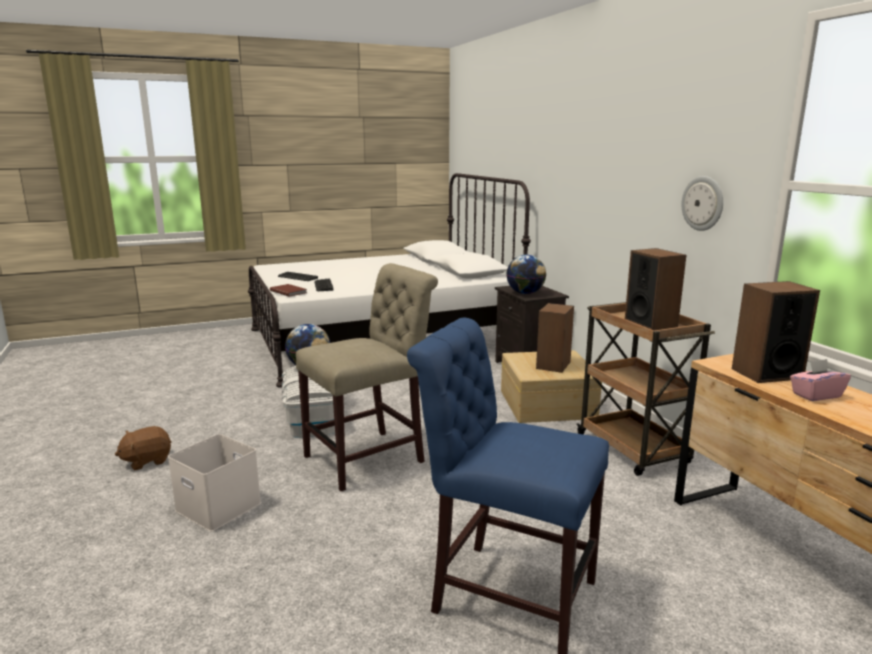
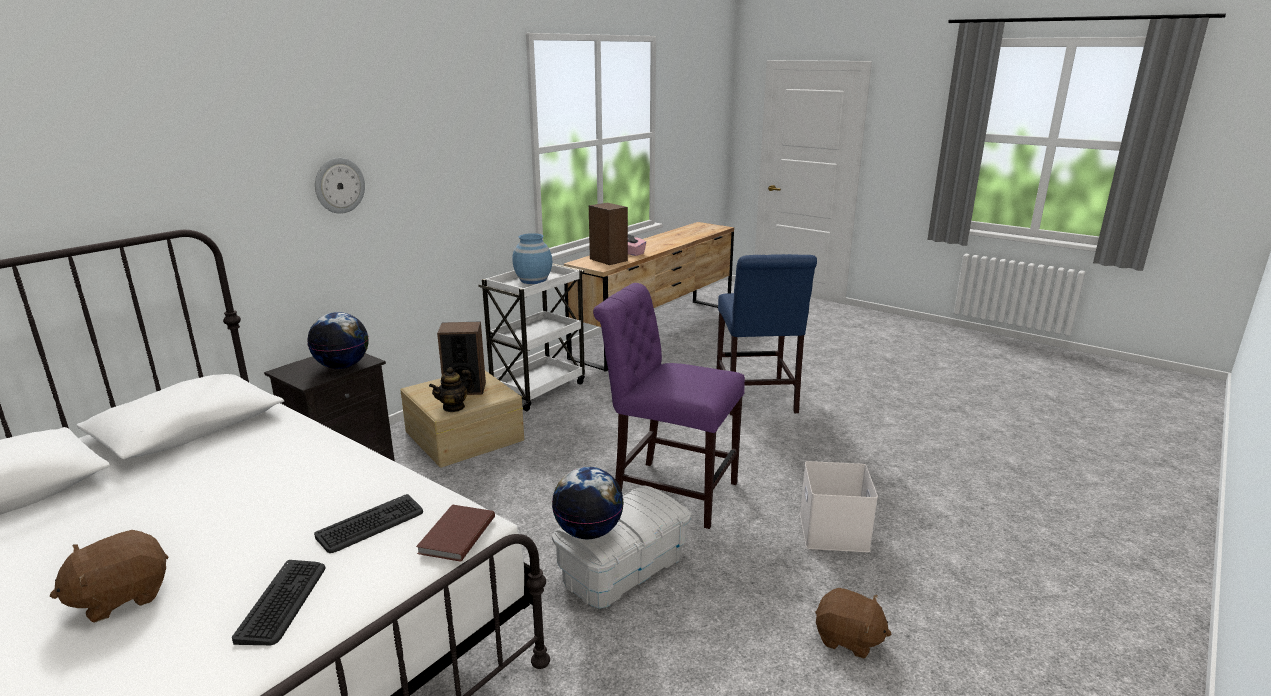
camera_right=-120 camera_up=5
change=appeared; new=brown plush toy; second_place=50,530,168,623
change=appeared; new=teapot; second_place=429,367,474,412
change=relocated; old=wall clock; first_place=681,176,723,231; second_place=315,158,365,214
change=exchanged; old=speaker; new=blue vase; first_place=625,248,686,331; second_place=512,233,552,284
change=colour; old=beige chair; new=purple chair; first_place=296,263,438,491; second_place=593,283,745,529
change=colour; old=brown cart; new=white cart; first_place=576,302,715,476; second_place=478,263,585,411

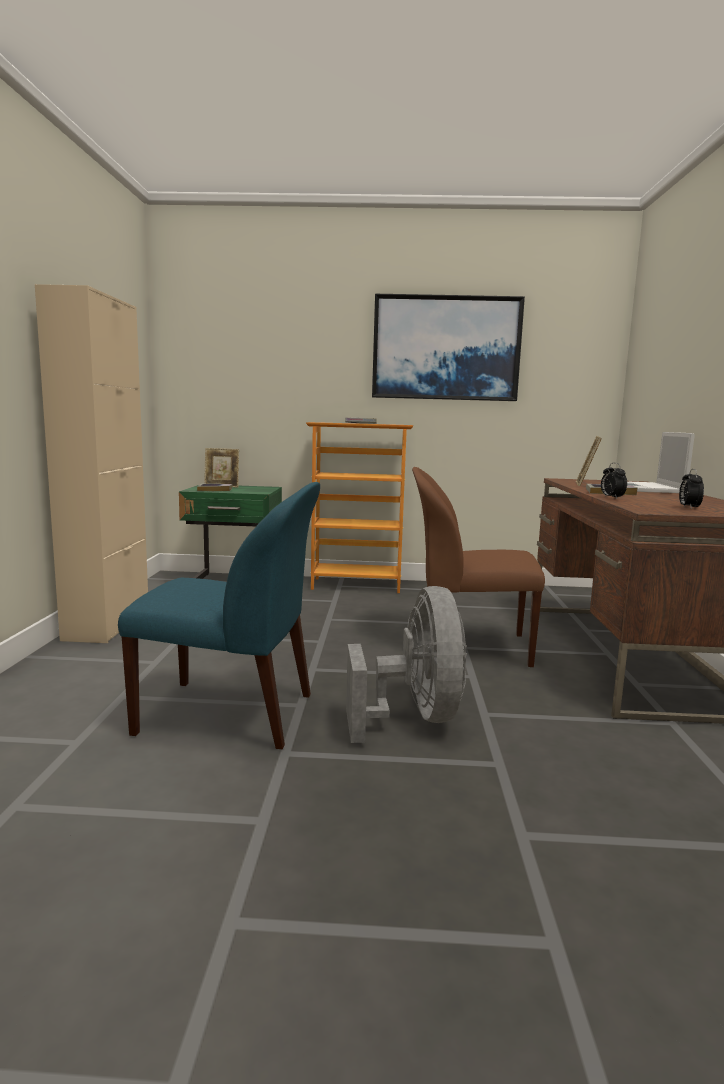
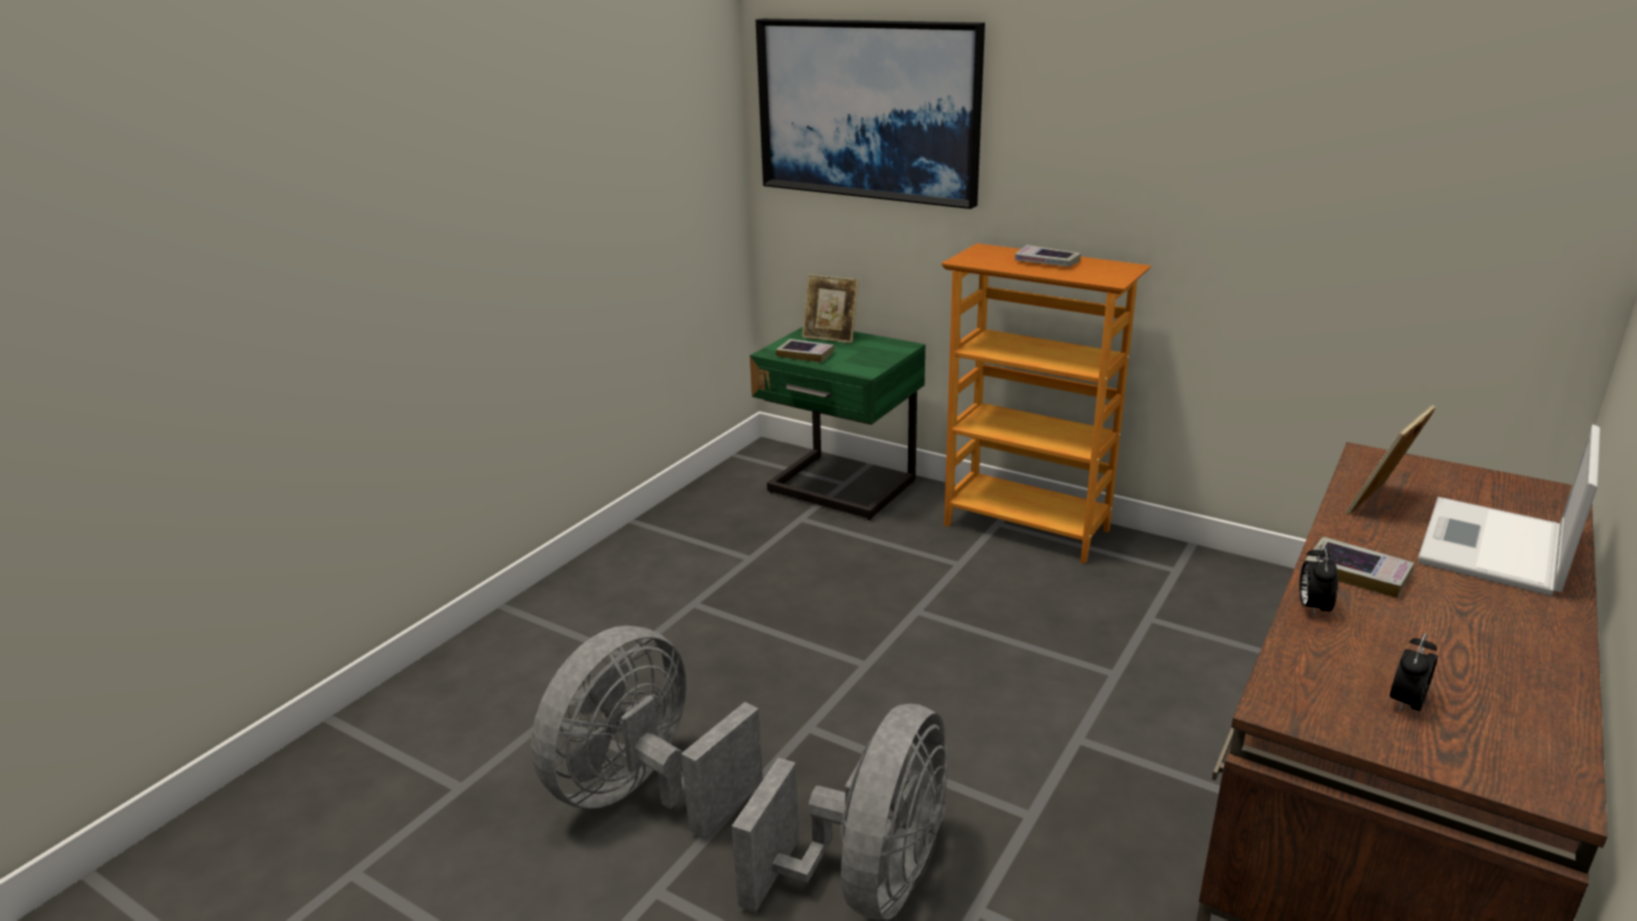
camera_right=30 camera_up=15
change=missing; old=beige cabinet; first_place=35,284,148,643
change=missing; old=brown chair; first_place=412,467,545,667
change=relocated; old=picture; first_place=372,294,525,401; second_place=756,18,985,209
change=exchanged; old=blue chair; new=grey fan; first_place=118,482,320,749; second_place=531,626,763,838

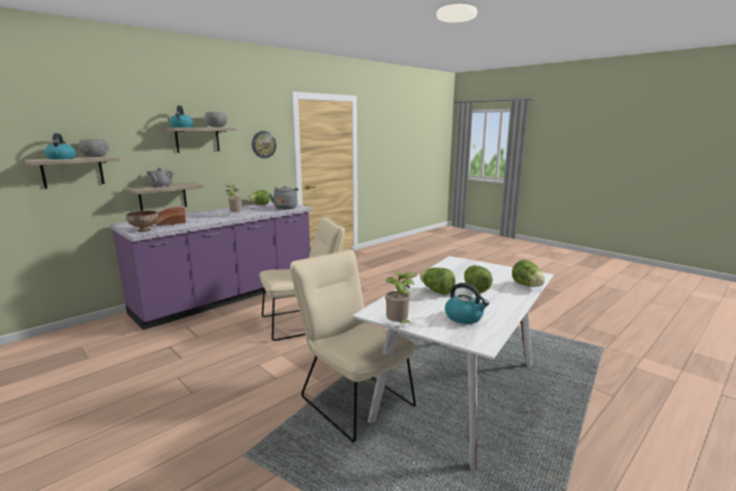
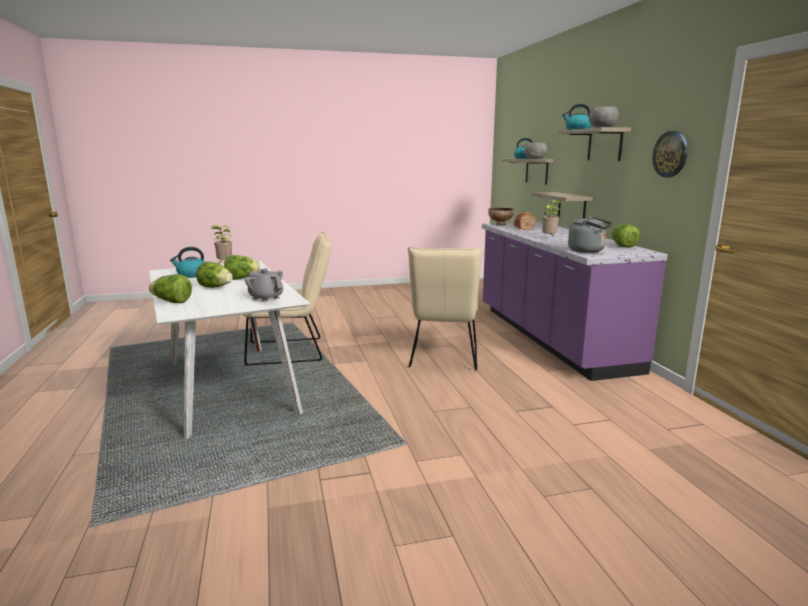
camera_right=120 camera_up=0
change=relocated; old=grey teapot; first_place=147,168,173,188; second_place=245,269,283,302

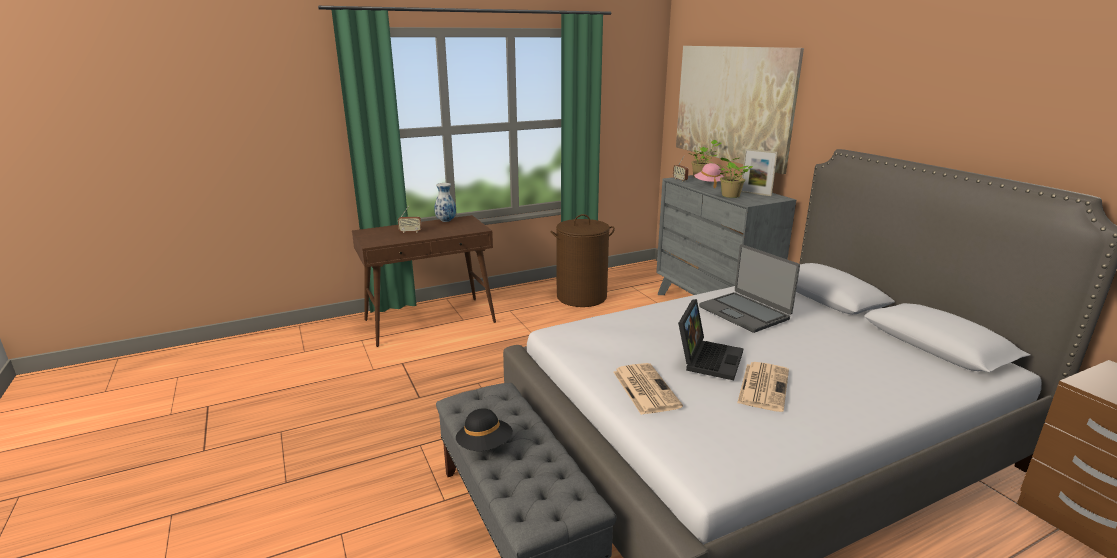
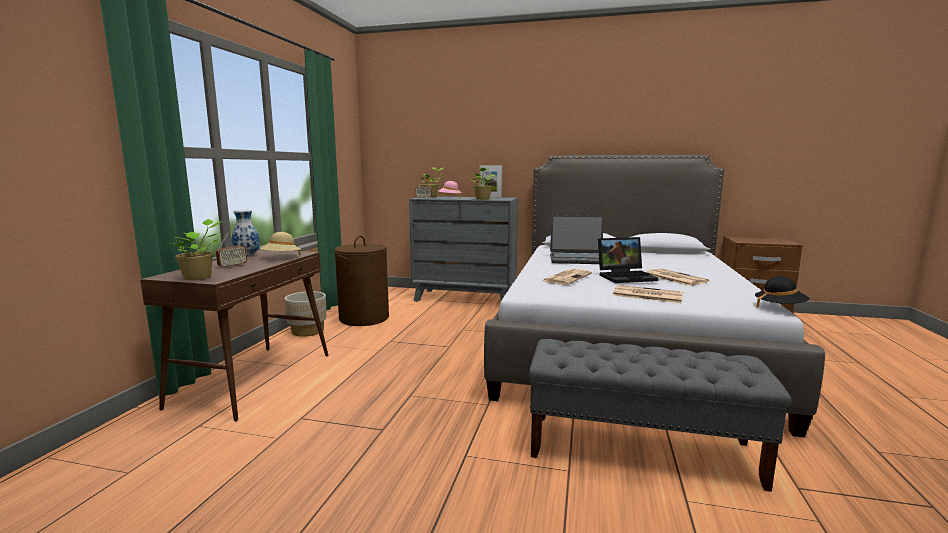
camera_right=-50 camera_up=-10
change=missing; old=picture; first_place=676,46,804,174
change=appeared; new=potted plant; second_place=165,219,222,280
change=appeared; new=beige hat; second_place=260,232,300,255
change=appeared; new=beige planter; second_place=285,291,326,337
change=appeared; new=newspaper; second_place=543,269,592,285
change=relocated; old=black hat; first_place=456,408,513,451; second_place=755,276,810,308
change=spun; old=laptop; first_place=678,299,743,380; second_place=598,237,659,283; degrees=105

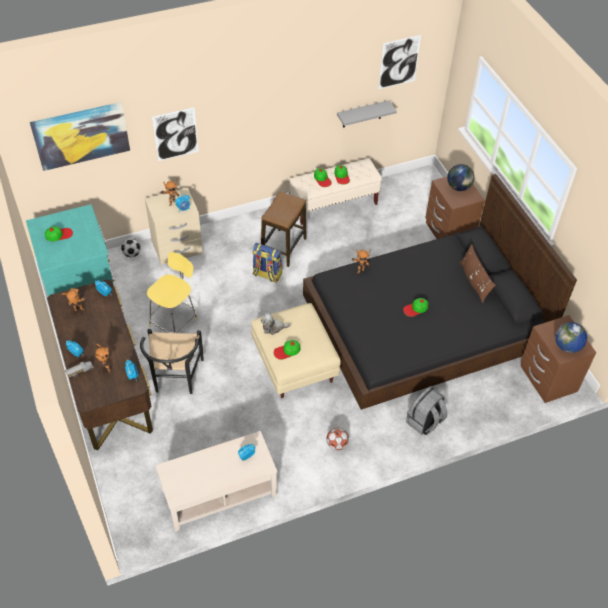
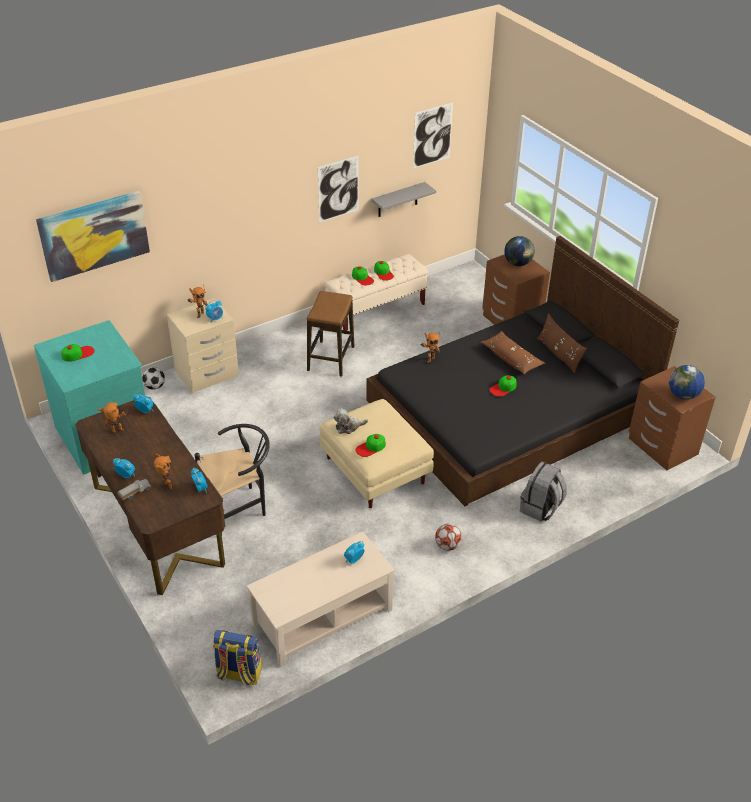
camera_right=-10 camera_up=-10
change=missing; old=yellow stool; first_place=147,252,198,333
change=appeared; new=brown pillow; second_place=480,331,545,374
change=relocated; old=picture; first_place=152,107,199,161; second_place=318,155,359,223
change=relocated; old=backpack; first_place=253,243,282,283; second_place=213,630,262,686
change=spun; old=black chair; first_place=140,329,203,394; second_place=195,424,270,534; degrees=-105

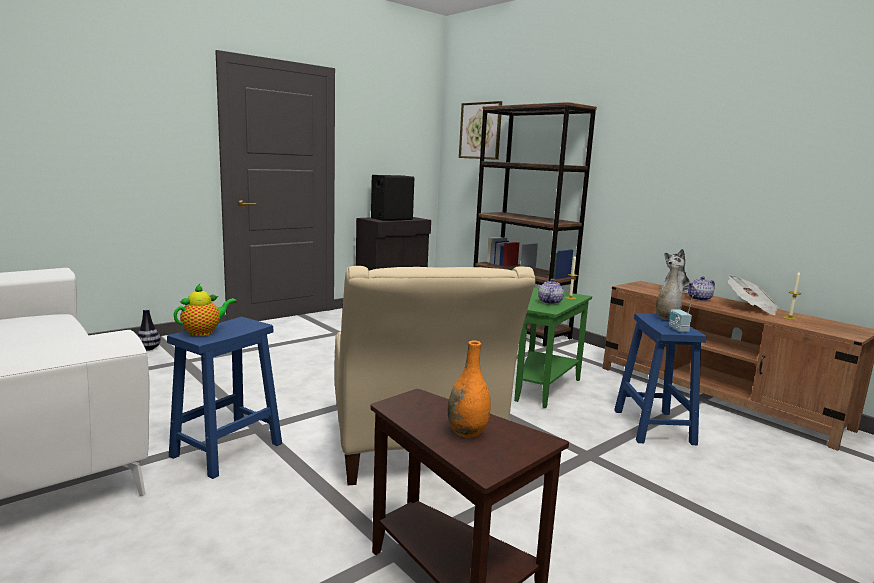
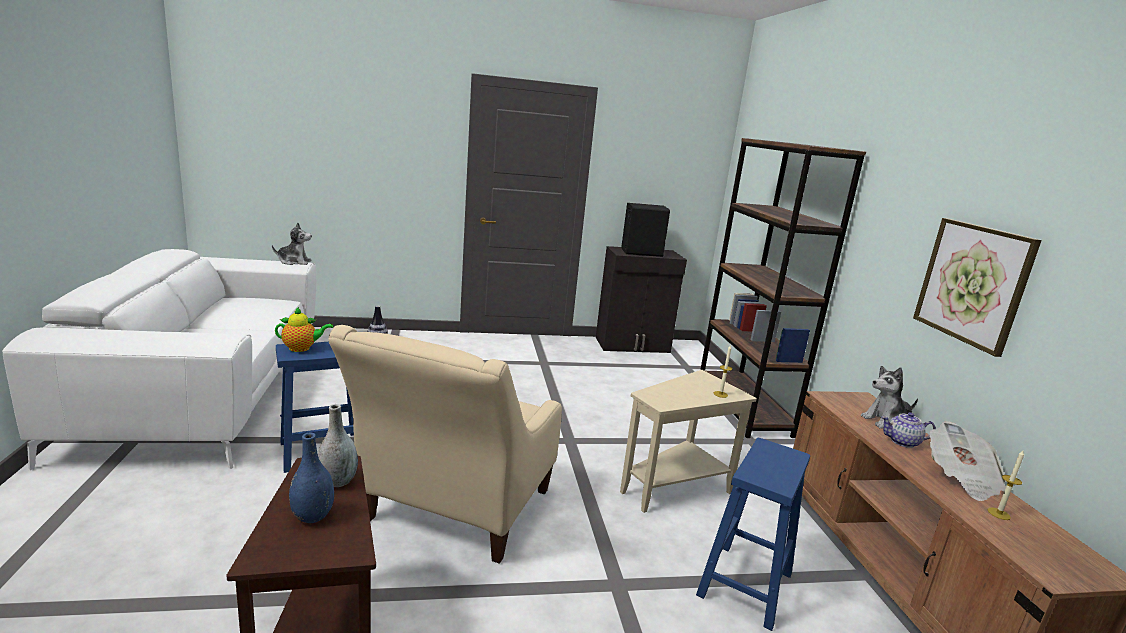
camera_right=30 camera_up=5
change=missing; old=teapot; first_place=538,279,564,305
change=missing; old=radio; first_place=669,295,693,332
change=appeared; new=plush toy; second_place=272,223,312,265
change=relocated; old=picture; first_place=459,101,502,160; second_place=913,218,1042,357
change=relocated; old=grey vase; first_place=656,265,682,320; second_place=318,404,358,487
change=colour; old=orange vase; new=blue vase; first_place=448,341,491,438; second_place=289,432,334,523
change=colour; old=green side table; new=beige side table; first_place=514,288,592,408; second_place=620,370,757,513

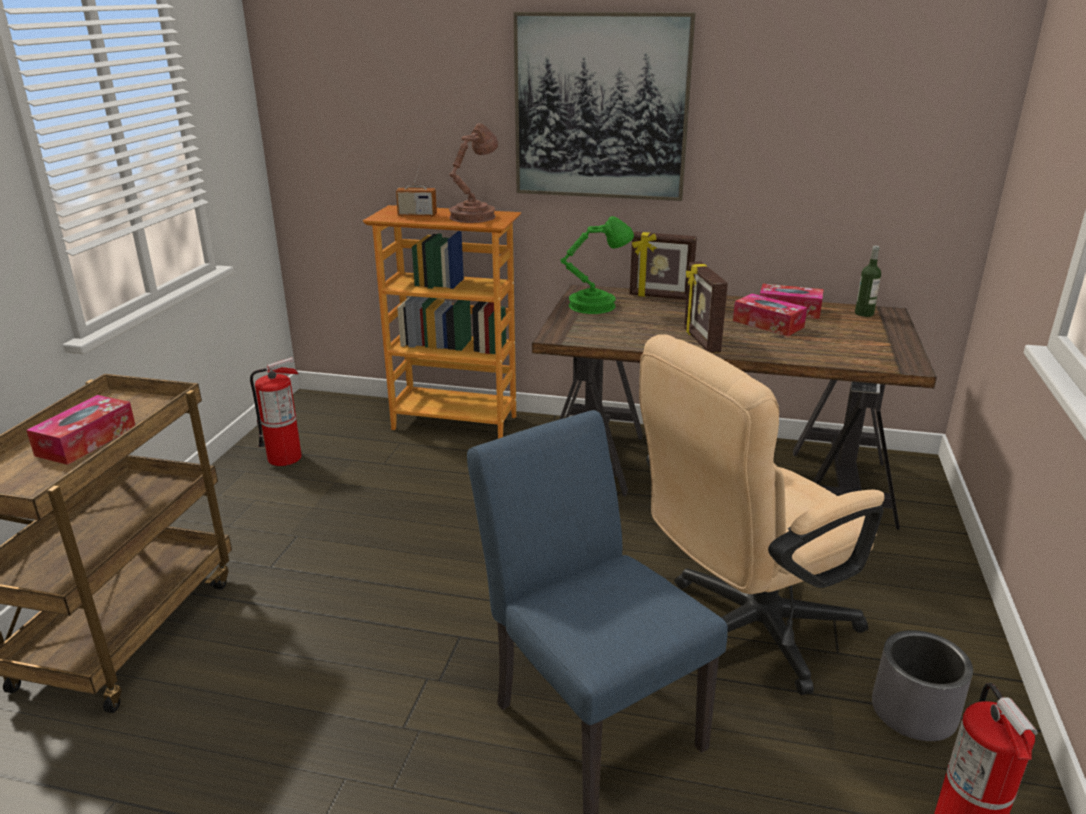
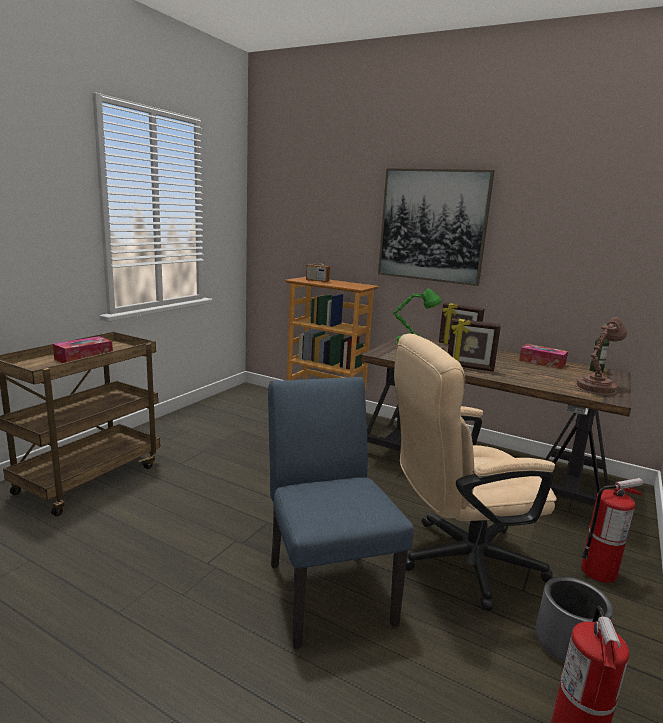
camera_right=15 camera_up=-10
change=missing; old=tissue box; first_place=733,294,807,336
change=relocated; old=fire extinguisher; first_place=250,357,302,466; second_place=581,478,643,583
change=relocated; old=brown table lamp; first_place=449,123,498,223; second_place=575,317,627,395
change=spun; old=picture frame; first_place=684,262,728,353; second_place=448,318,501,372; degrees=-75

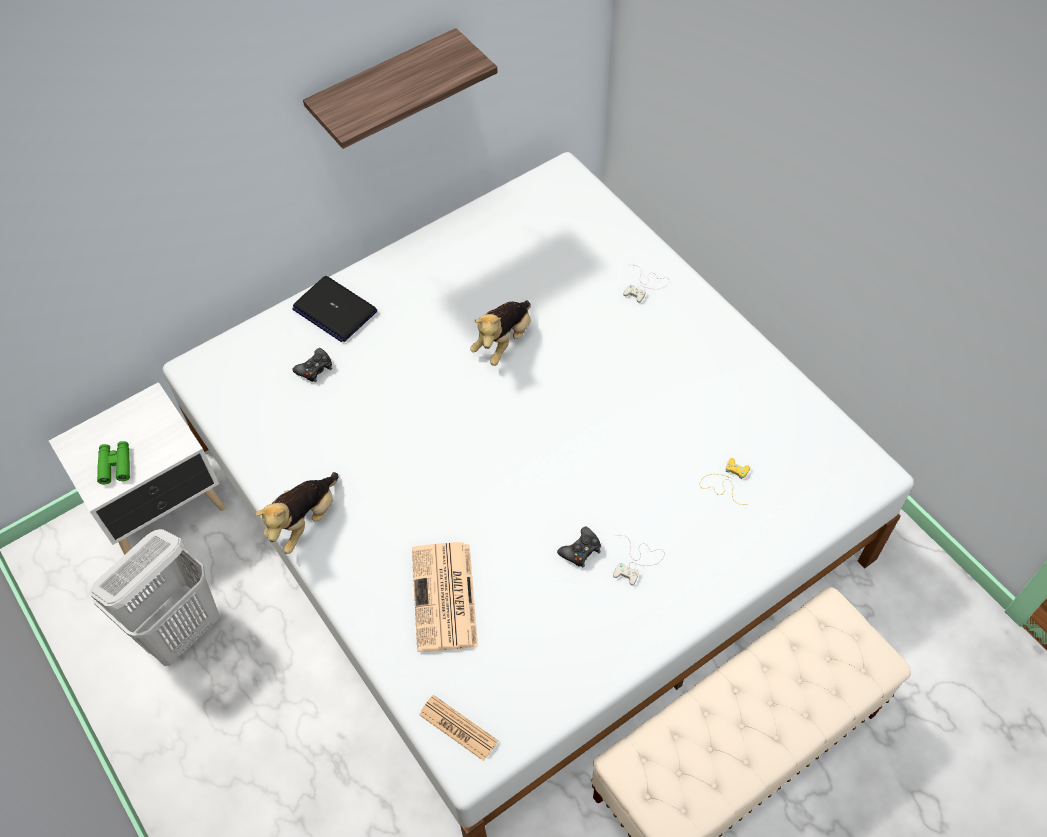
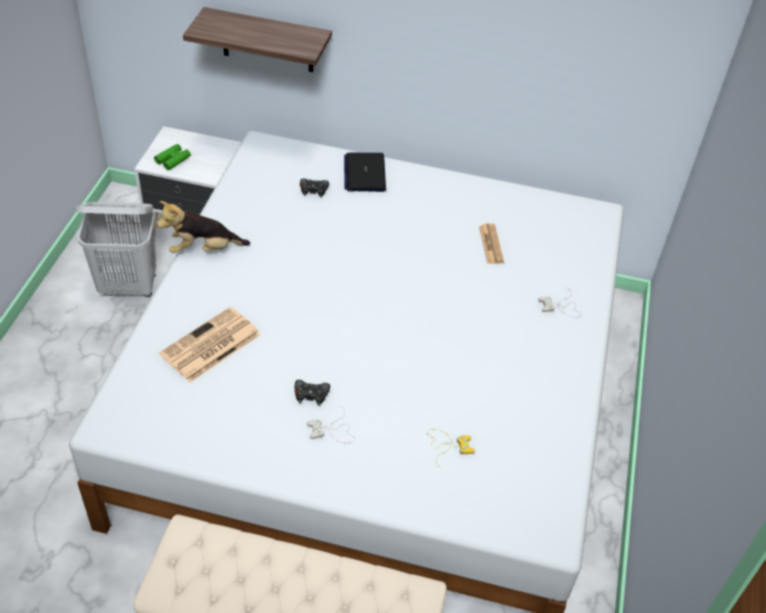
camera_right=45 camera_up=-10
change=missing; old=plush toy; first_place=470,300,531,366
change=relocated; old=shelf; first_place=303,28,498,149; second_place=183,7,332,72
change=relocated; old=newspaper; first_place=419,695,498,761; second_place=479,223,504,264

